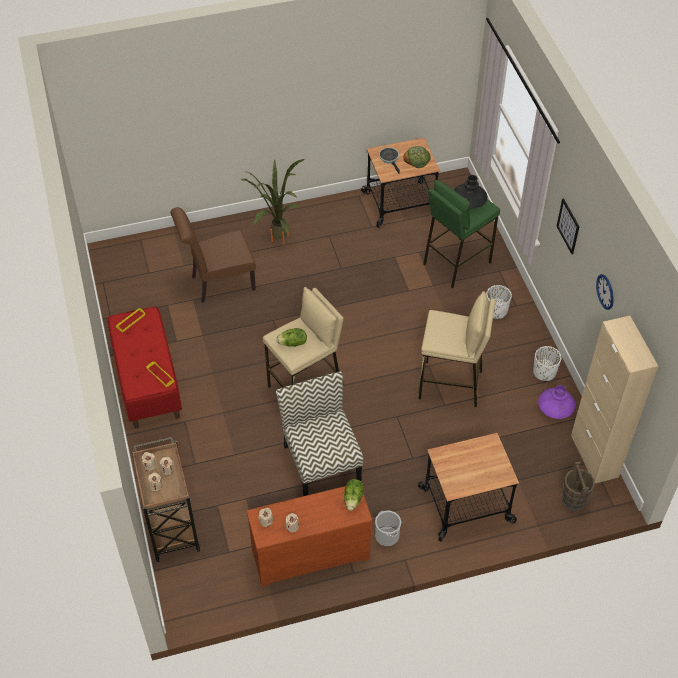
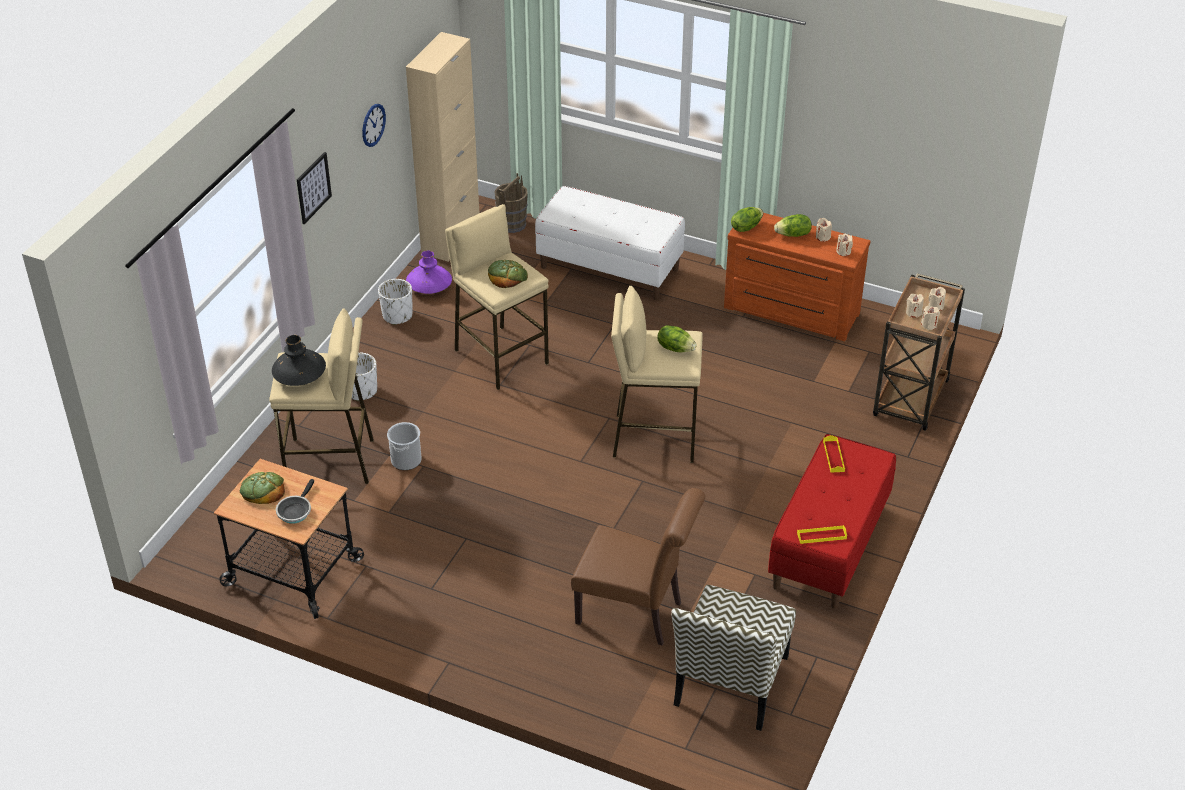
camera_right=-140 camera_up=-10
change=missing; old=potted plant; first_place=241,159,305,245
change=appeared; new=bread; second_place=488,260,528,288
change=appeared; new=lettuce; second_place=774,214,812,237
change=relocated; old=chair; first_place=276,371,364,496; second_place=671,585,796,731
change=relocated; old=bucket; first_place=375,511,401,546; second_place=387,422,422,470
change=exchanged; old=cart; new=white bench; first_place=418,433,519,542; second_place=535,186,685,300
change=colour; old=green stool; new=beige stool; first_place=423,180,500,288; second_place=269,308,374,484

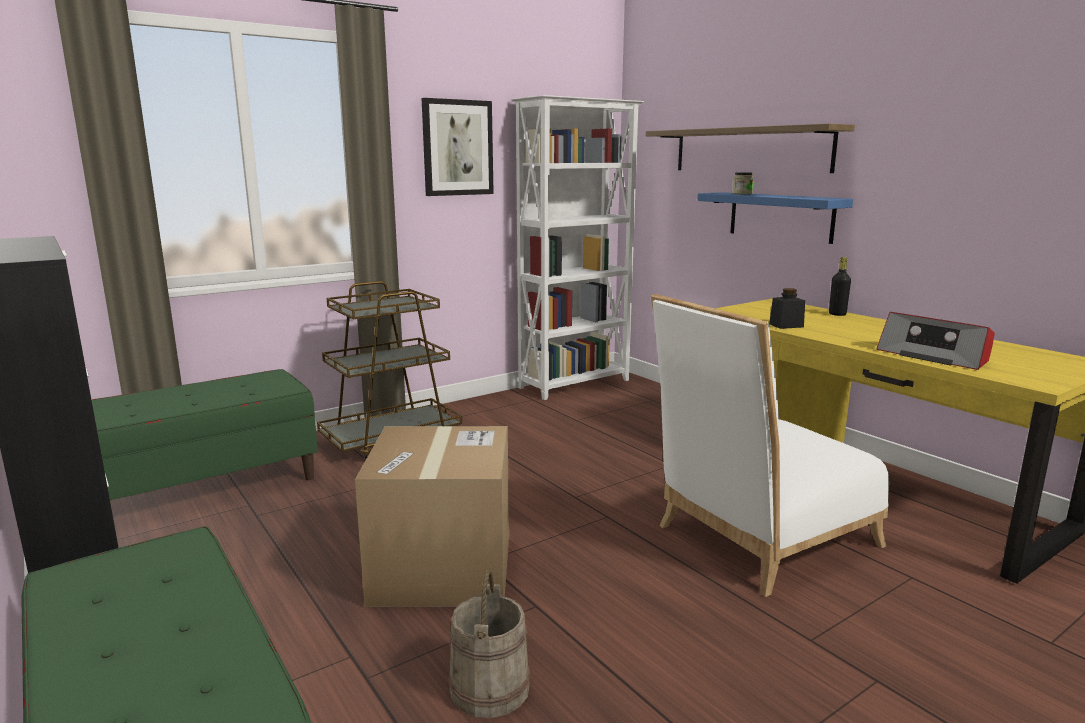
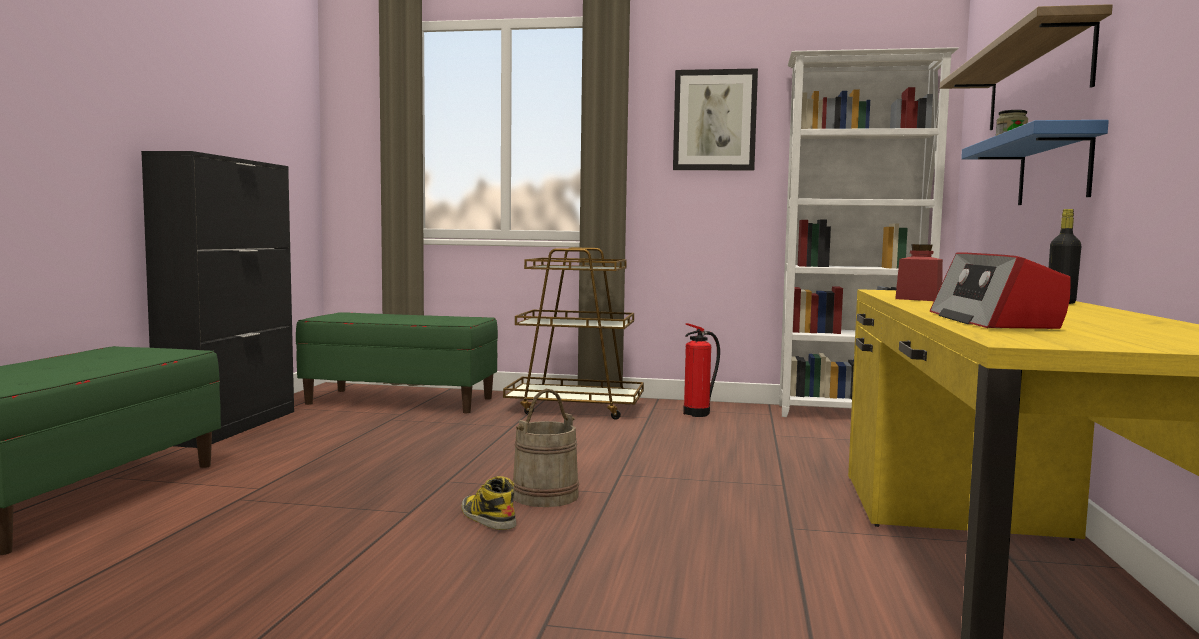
camera_right=45 camera_up=-10
change=missing; old=cardboard box; first_place=355,426,509,607
change=missing; old=white chair; first_place=651,294,889,597
change=appeared; new=boot; second_place=461,476,516,530
change=appeared; new=fire extinguisher; second_place=683,323,720,417
change=relocated; old=beige bucket; first_place=449,570,530,718; second_place=513,389,579,507
change=colour; old=black jar; new=red jar; first_place=769,288,805,329; second_place=895,244,943,301

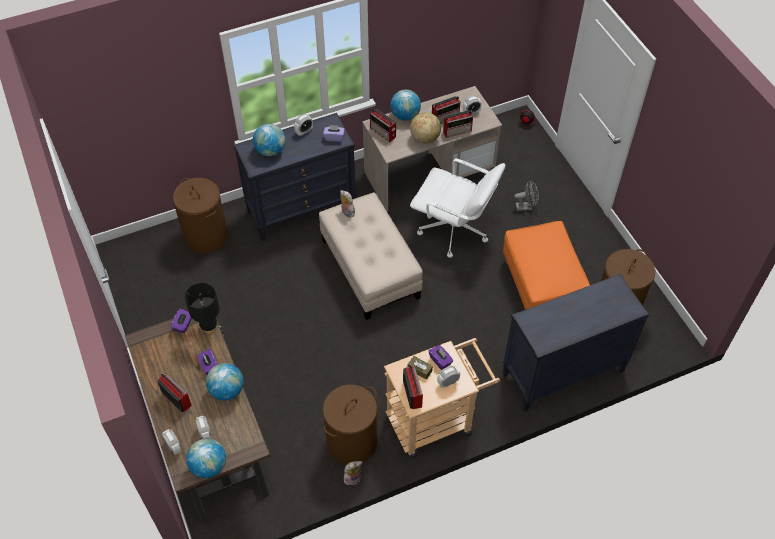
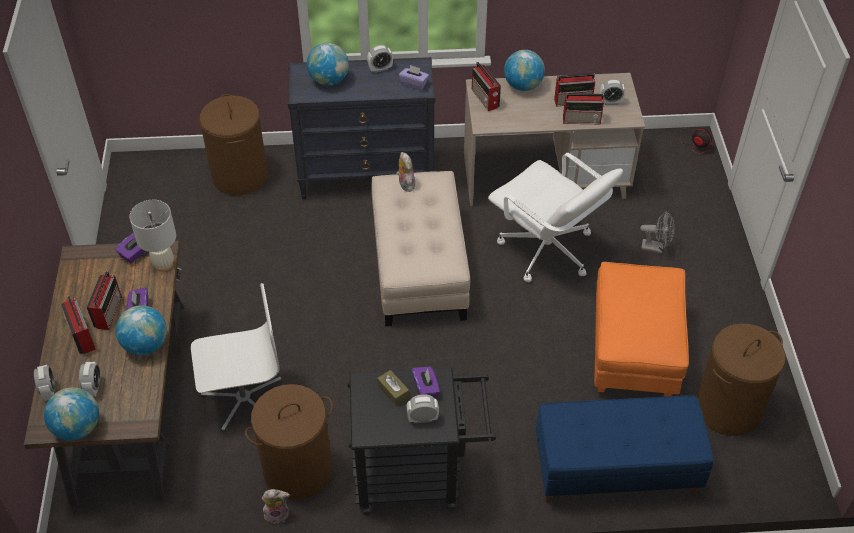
camera_right=20 camera_up=-5
change=missing; old=globe; first_place=410,112,441,144
change=appeared; new=white office chair; second_place=191,283,282,433
change=relocated; old=radio; first_place=403,364,423,409; second_place=87,271,122,330
change=exchanged; old=black dresser; new=blue bench; first_place=503,273,649,412; second_place=536,396,714,504
change=colour; old=black table lamp; new=white table lamp; first_place=185,283,220,333; second_place=129,200,176,272
change=colour; old=beige cart; new=black cart; first_place=384,338,500,458; second_place=347,368,496,515

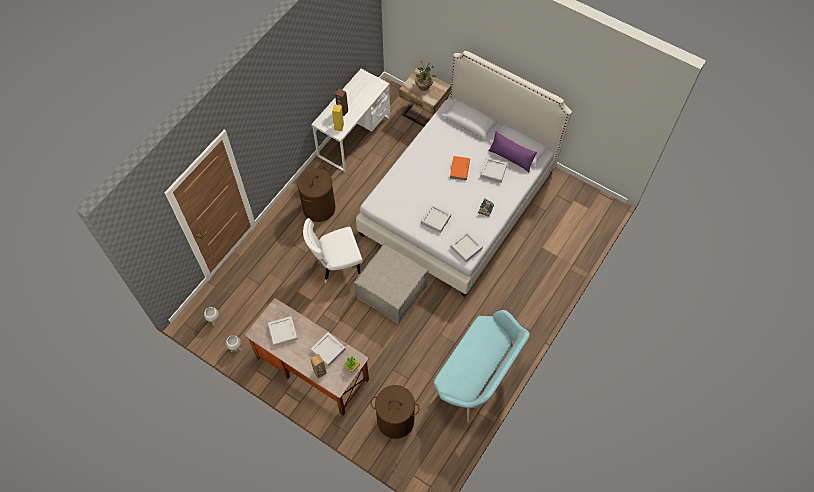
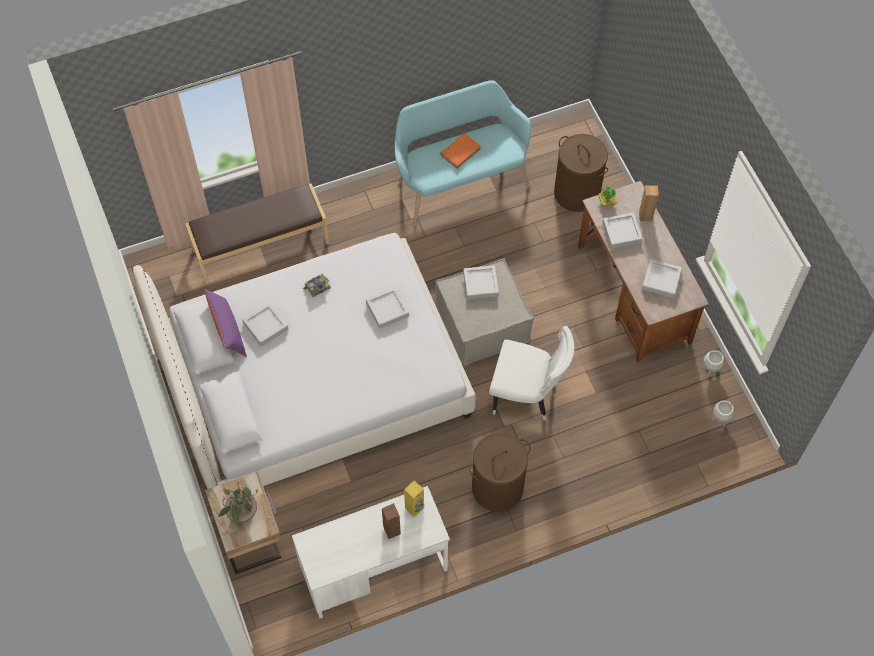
camera_right=-145 camera_up=0
change=appeared; new=brown bench; second_place=185,183,329,285
change=relocated; old=orange book; first_place=450,156,470,180; second_place=440,133,481,169
change=relocated; old=grey tray; first_place=450,232,483,262; second_place=463,265,499,299

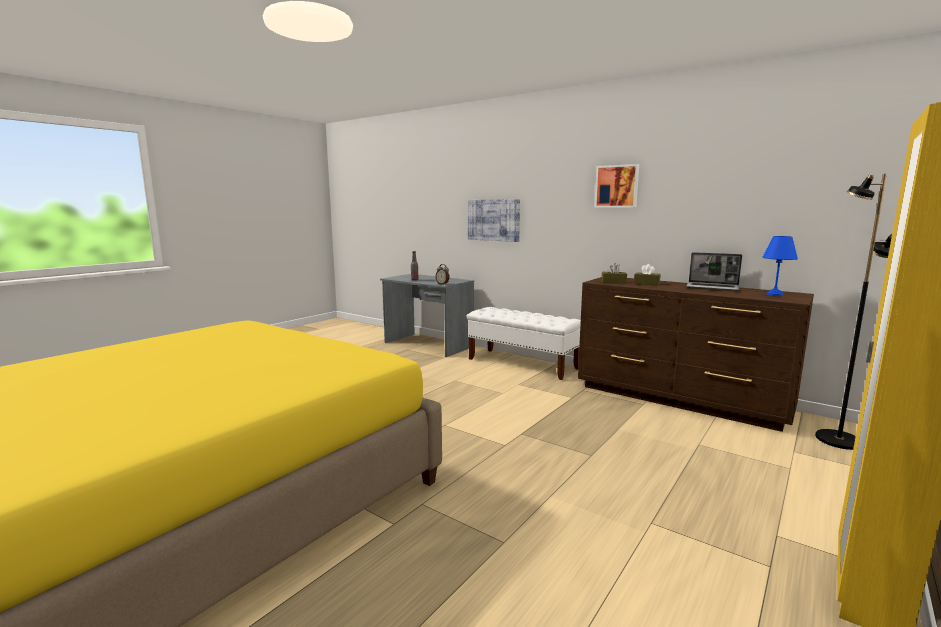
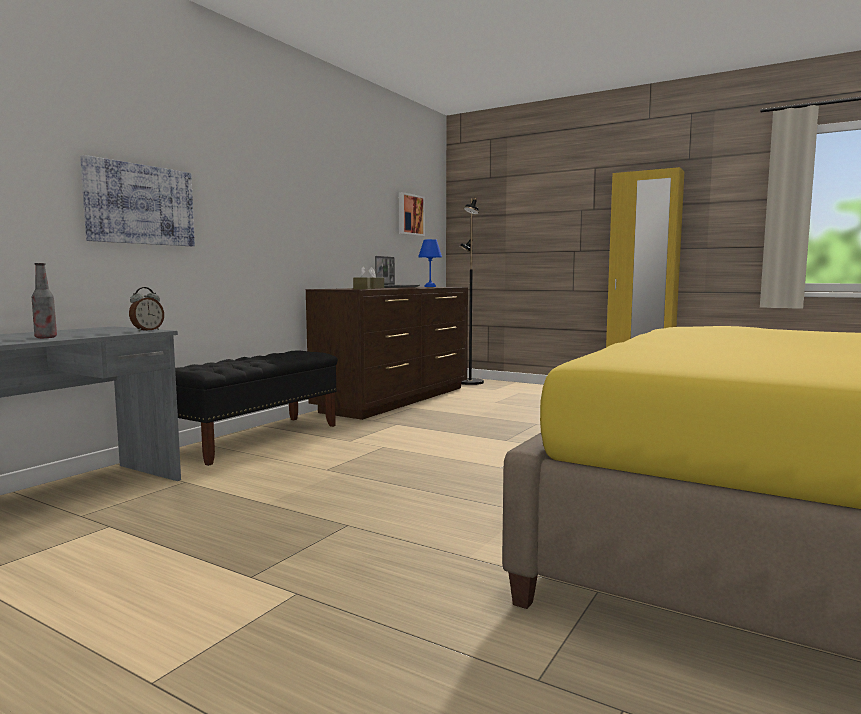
camera_right=-95 camera_up=-5
change=relocated; old=picture; first_place=594,164,639,208; second_place=399,192,425,236
change=colour; old=white bench; new=black bench; first_place=467,307,581,380; second_place=175,351,338,466

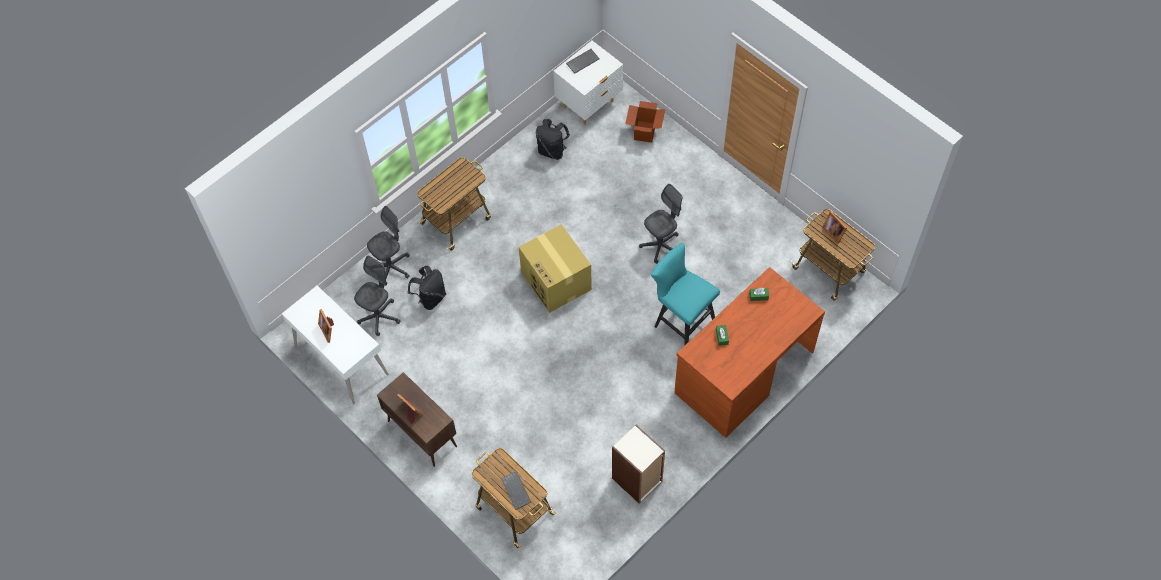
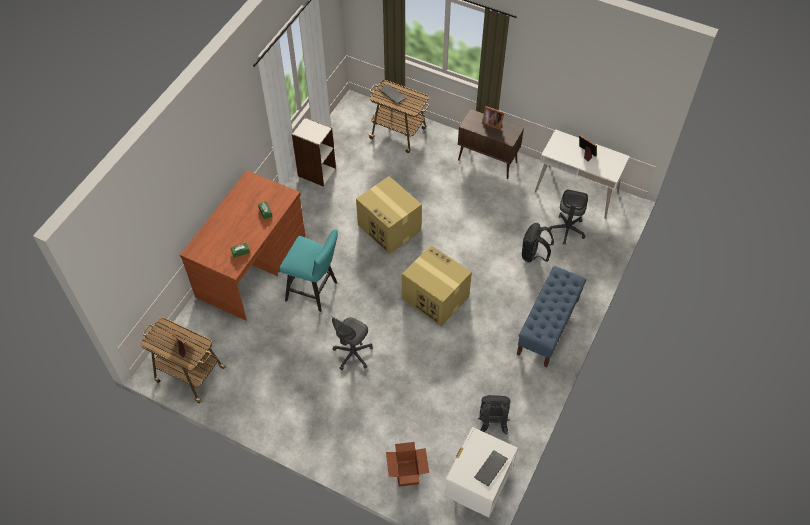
camera_right=160 camera_up=-5
change=missing; old=grey office chair; first_place=367,206,410,286
change=appeared; new=cardboard box; second_place=356,176,422,254
change=exchanged; old=cart; new=blue bench; first_place=417,157,491,251; second_place=517,266,586,368

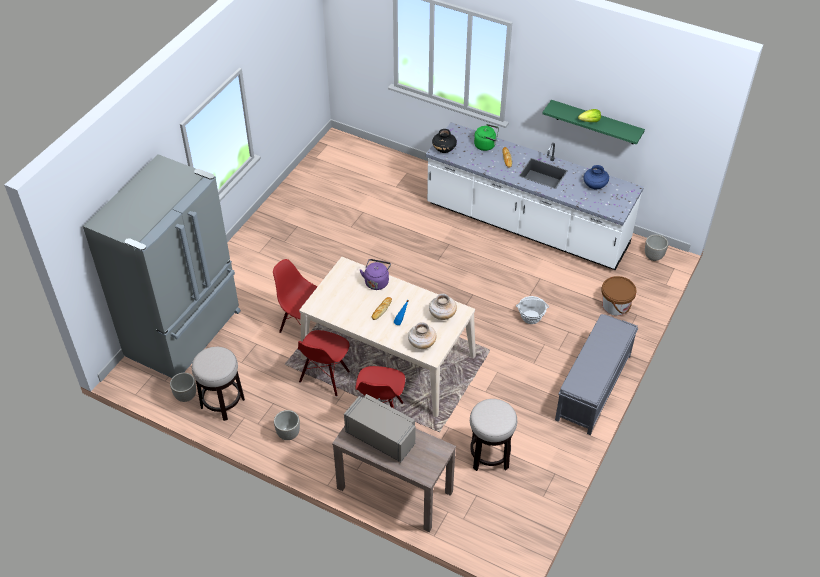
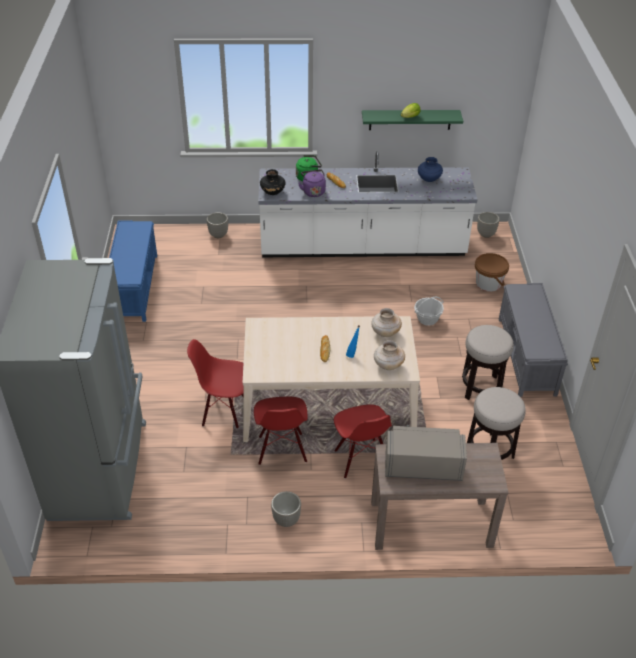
camera_right=-30 camera_up=-5
change=appeared; new=blue bench; second_place=109,220,157,322
change=relocated; old=planter; first_place=170,373,196,402; second_place=207,212,228,238
change=relocated; old=stool; first_place=192,347,245,421; second_place=462,325,514,400
change=relocated; old=purple kettle; first_place=360,259,391,290; second_place=298,169,326,197

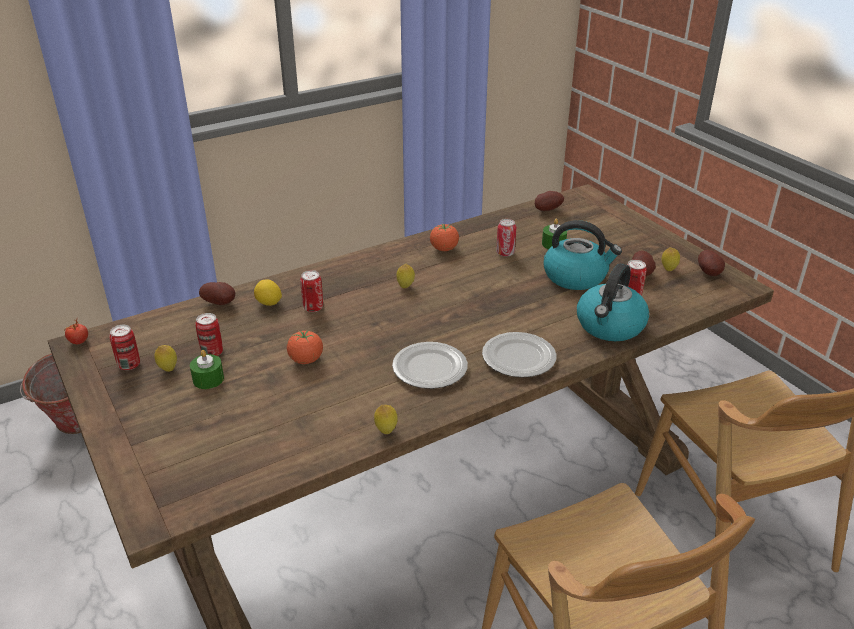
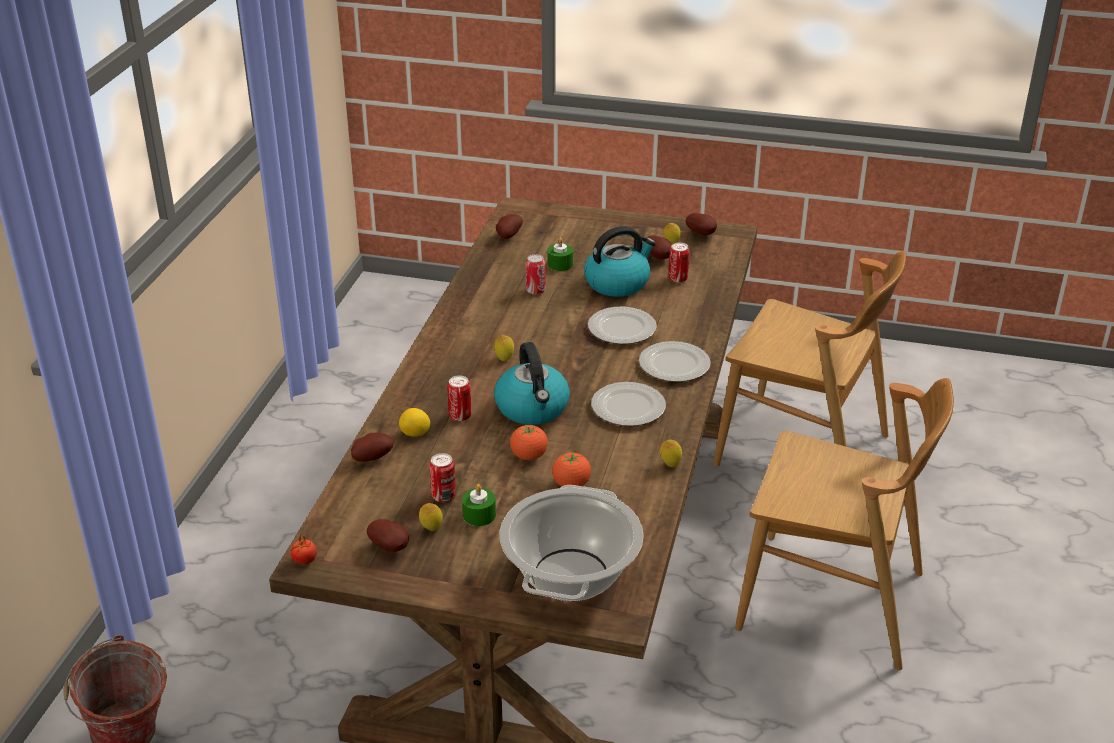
camera_right=-45 camera_up=0
change=appeared; new=cooking pot; second_place=500,485,644,601
change=appeared; new=plate; second_place=588,307,657,344
change=relocated; old=tomato; first_place=430,224,459,251; second_place=552,453,591,486
change=relocated; old=kettle; first_place=577,263,649,341; second_place=494,342,570,425
change=exchanged; old=can; new=potato; first_place=109,325,140,370; second_place=367,519,409,552

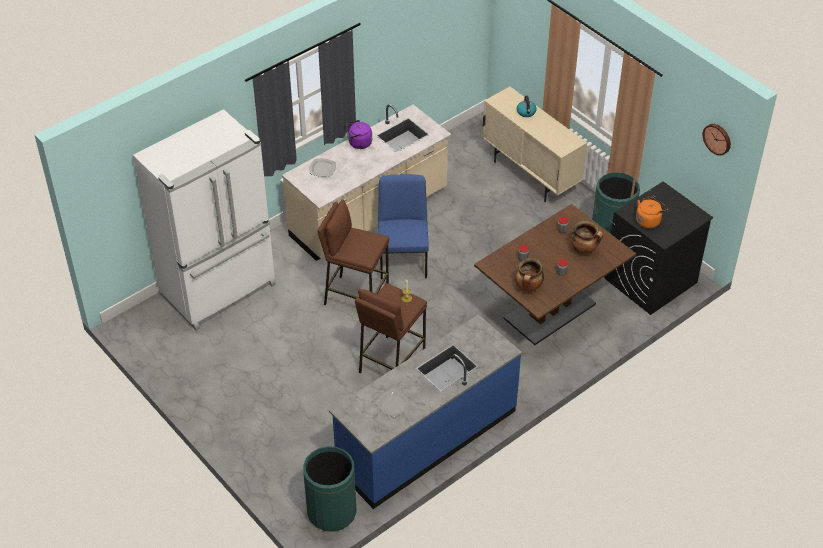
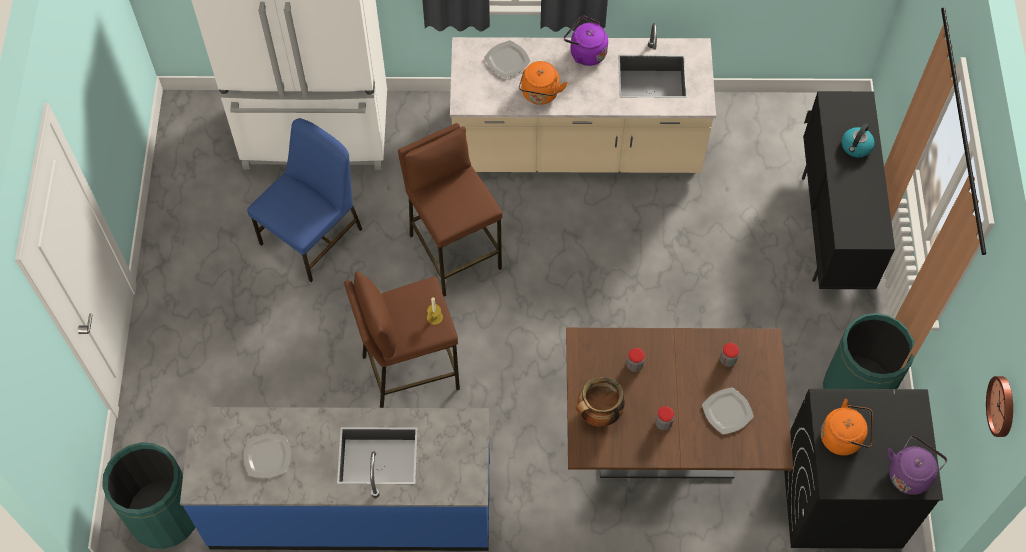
camera_right=40 camera_up=15
change=appeared; new=orange kettle; second_place=519,61,568,105
change=appeared; new=purple kettle; second_place=887,436,947,495
change=relocated; old=blue chair; first_place=378,174,429,279; second_place=247,118,362,282
change=exchanged; old=cooking pot; new=plate; first_place=571,221,603,255; second_place=702,387,754,434
change=colour; old=beige cabinet; new=black cabinet; first_place=483,87,587,202; second_place=802,91,895,289

